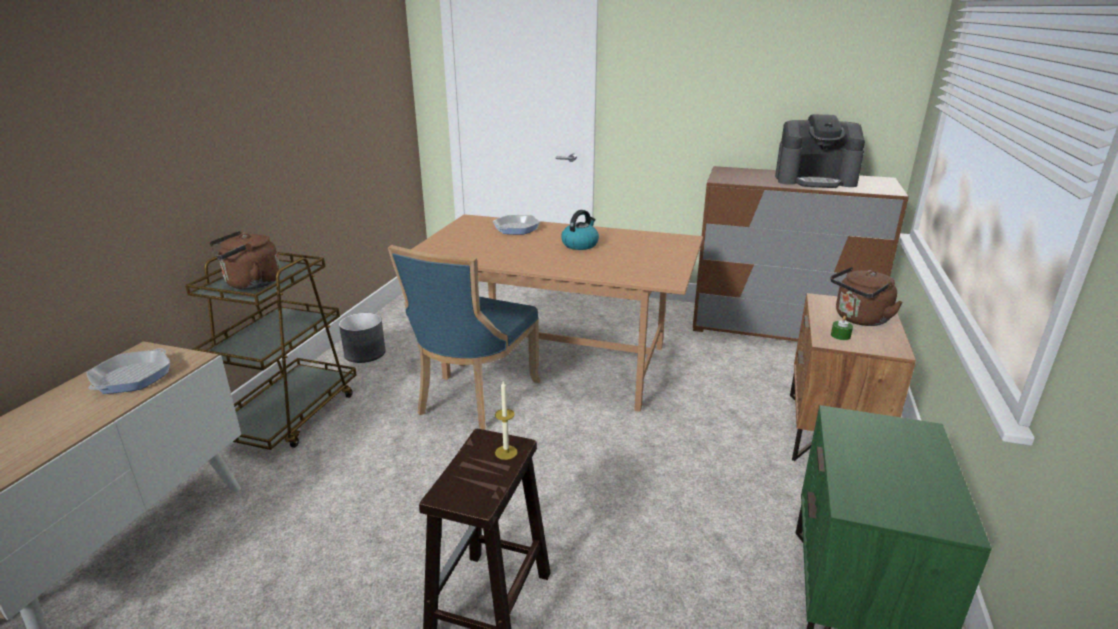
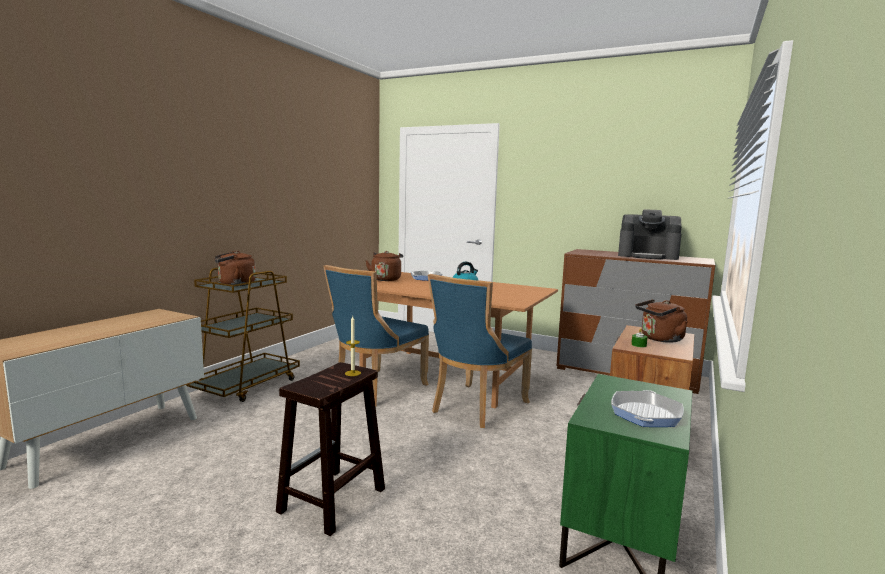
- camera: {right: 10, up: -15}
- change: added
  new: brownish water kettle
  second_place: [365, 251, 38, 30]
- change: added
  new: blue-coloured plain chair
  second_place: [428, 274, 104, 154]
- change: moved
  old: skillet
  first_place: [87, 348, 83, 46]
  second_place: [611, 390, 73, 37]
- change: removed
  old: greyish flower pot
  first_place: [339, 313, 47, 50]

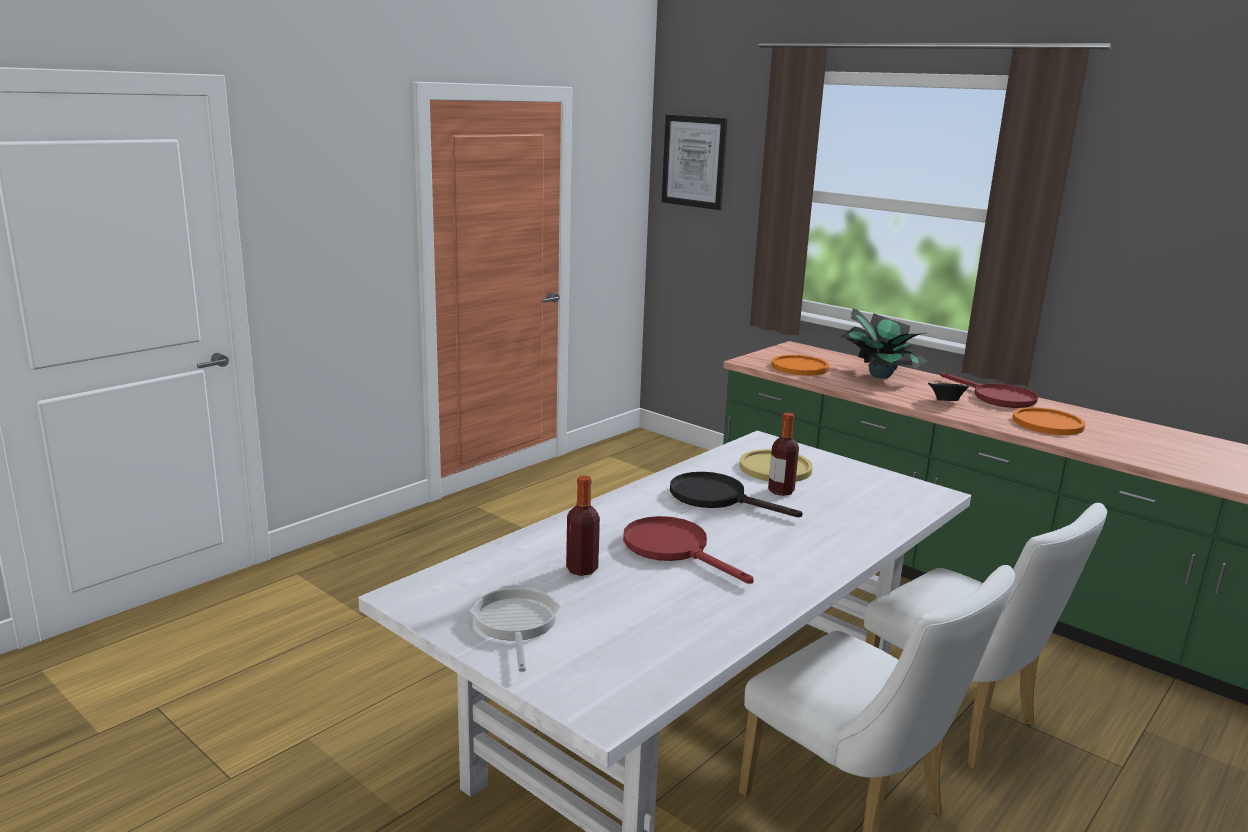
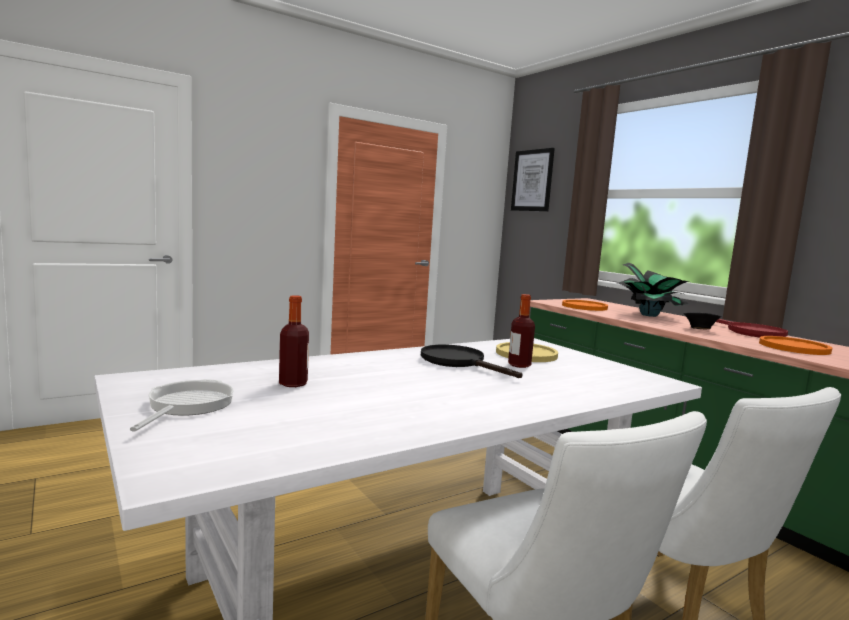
- camera: {right: 15, up: -10}
- change: removed
  old: red-coloured skillet
  first_place: [623, 516, 131, 68]

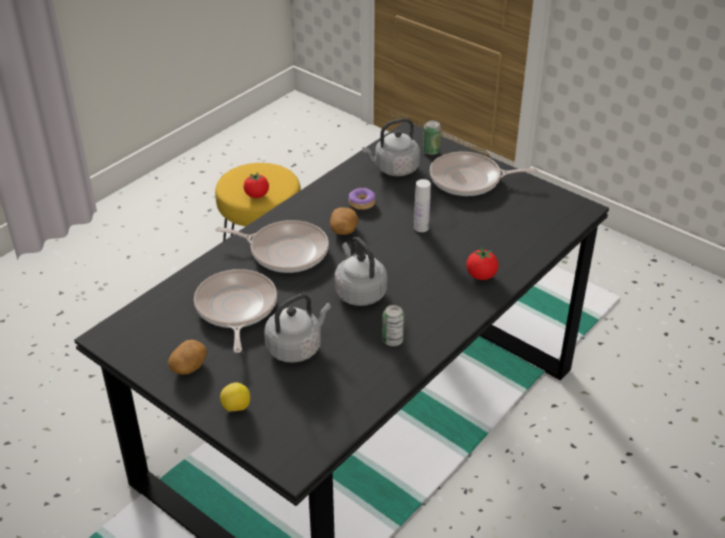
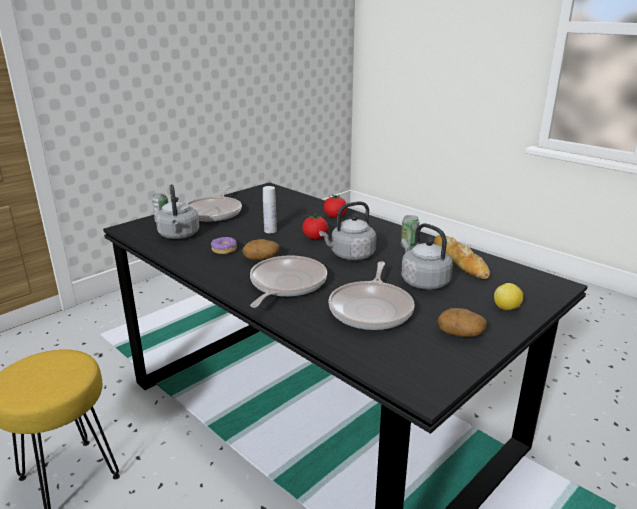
- camera: {right: -85, up: -15}
- change: moved
  old: fresh tomato
  first_place: [244, 172, 25, 26]
  second_place: [302, 213, 26, 27]
- change: turned
  old: skillet
  first_place: [194, 269, 83, 84]
  second_place: [328, 261, 87, 69]
  degrees: -75
- change: added
  new: bakery bread
  second_place: [434, 235, 56, 44]

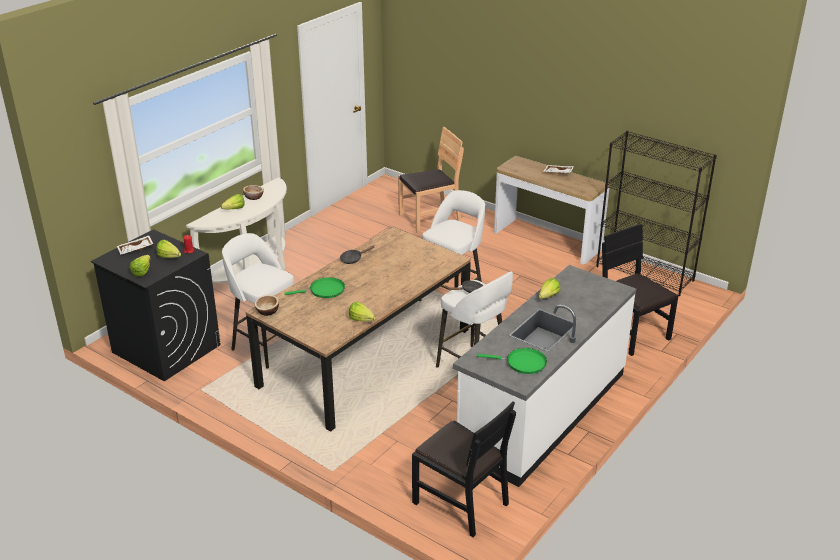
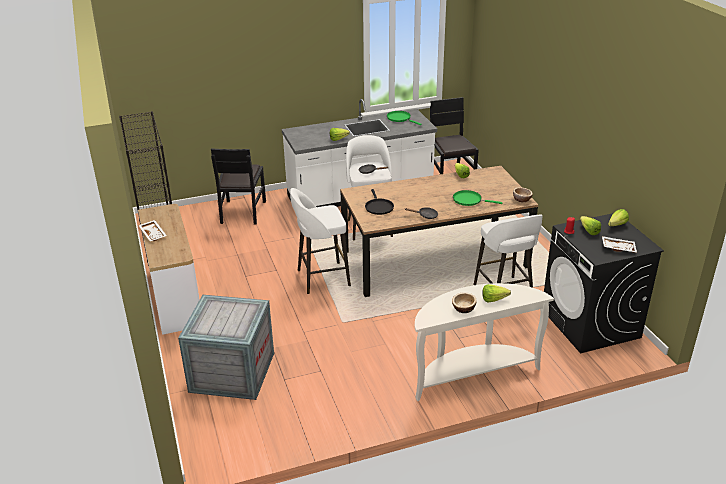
- camera: {right: -145, up: 0}
- change: replaced
  old: brownish plain chair
  new: packing crate
  first_place: [398, 127, 66, 106]
  second_place: [178, 295, 96, 105]
- change: added
  new: black-coloured skillet
  second_place: [365, 189, 29, 26]

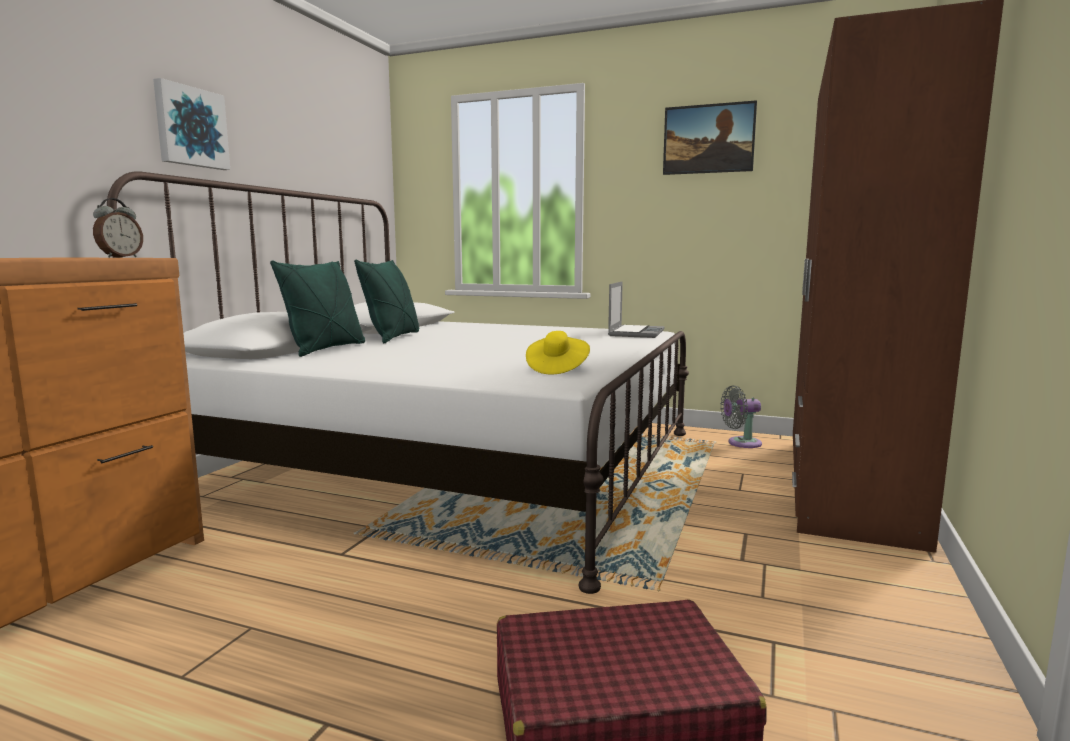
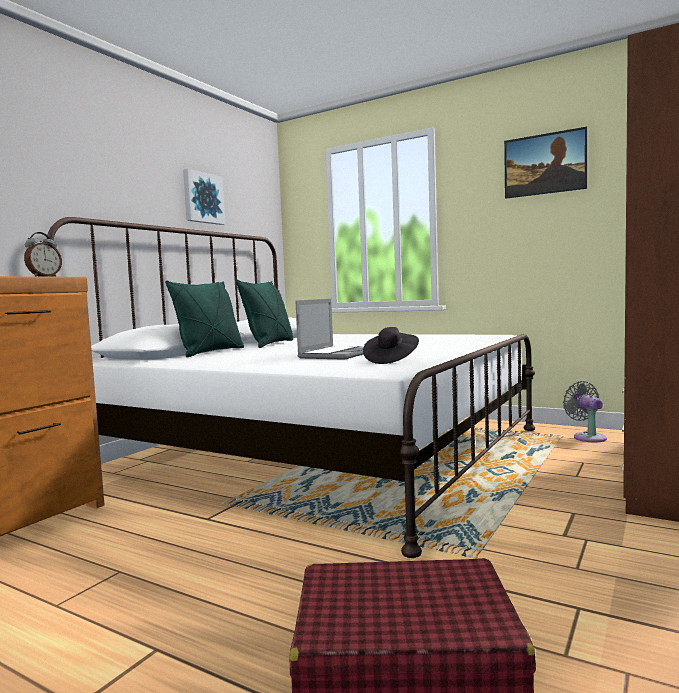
- camera: {right: 10, up: -5}
- change: moved
  old: wall art
  first_place: [153, 78, 77, 92]
  second_place: [183, 169, 42, 56]
- change: moved
  old: notebook computer
  first_place: [608, 281, 57, 57]
  second_place: [295, 299, 69, 61]
- change: recoloured
  old: yellow hat
  new: black-coloured hat
  first_place: [526, 331, 64, 43]
  second_place: [363, 327, 56, 37]
- change: turned
  old: greyish fan
  first_place: [720, 385, 42, 63]
  second_place: [563, 381, 44, 61]
  degrees: 75

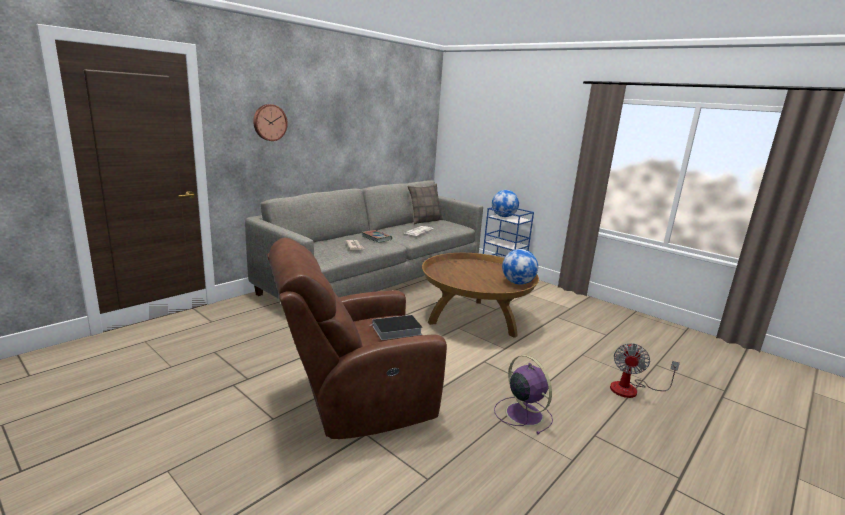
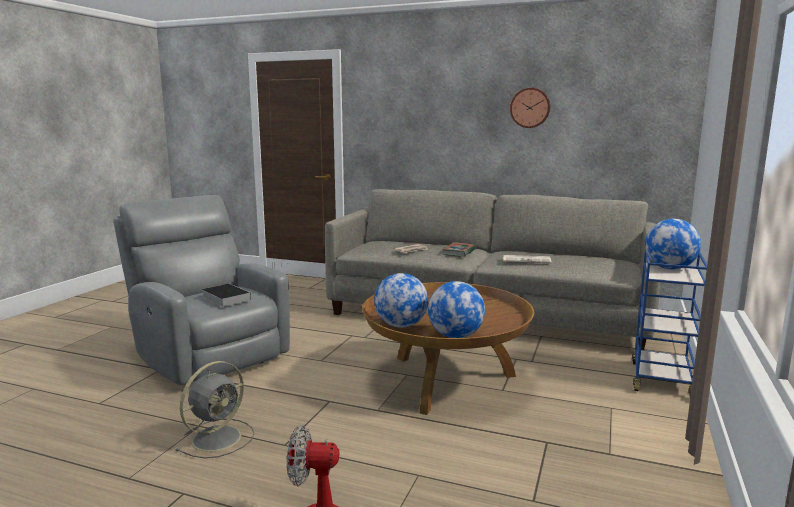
- camera: {right: 70, up: -5}
- change: recoloured
  old: brownish armchair
  new: greyish armchair
  first_place: [267, 238, 180, 201]
  second_place: [113, 195, 177, 190]
- change: recoloured
  old: purple fan
  new: greyish fan
  first_place: [494, 355, 59, 79]
  second_place: [175, 361, 80, 97]
- change: added
  new: desk globe
  second_place: [374, 273, 54, 55]
- change: moved
  old: clock on the wall
  first_place: [253, 104, 35, 37]
  second_place: [510, 88, 40, 40]
- change: removed
  old: pillow
  first_place: [407, 183, 36, 41]

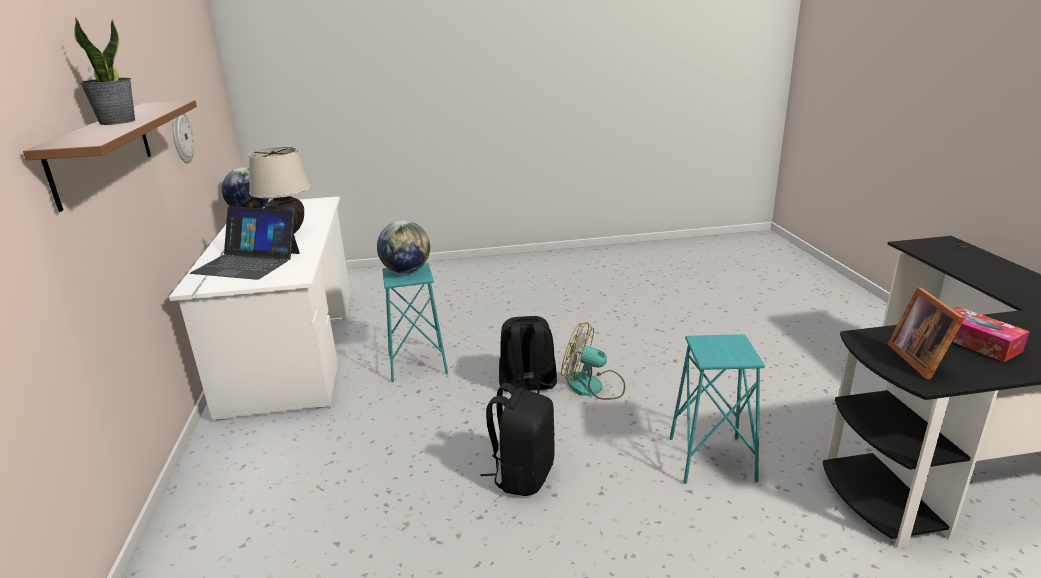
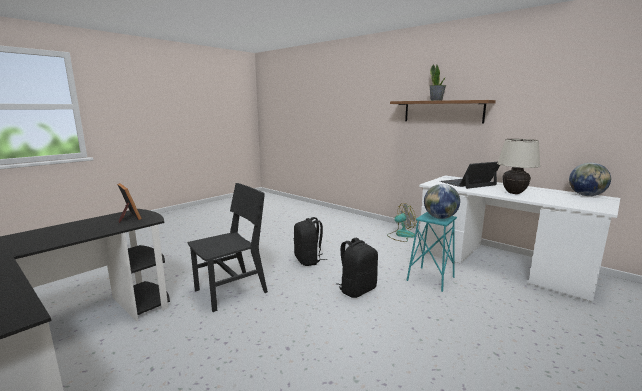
- camera: {right: 140, up: -10}
- change: replaced
  old: turquoise-coloured sitting stool
  new: black-coloured plain chair
  first_place: [670, 334, 95, 150]
  second_place: [188, 183, 80, 129]
- change: moved
  old: fan
  first_place: [561, 322, 64, 78]
  second_place: [387, 203, 29, 39]
- change: removed
  old: clock on the wall
  first_place: [172, 113, 22, 51]
- change: removed
  old: tissue box
  first_place: [952, 307, 78, 55]

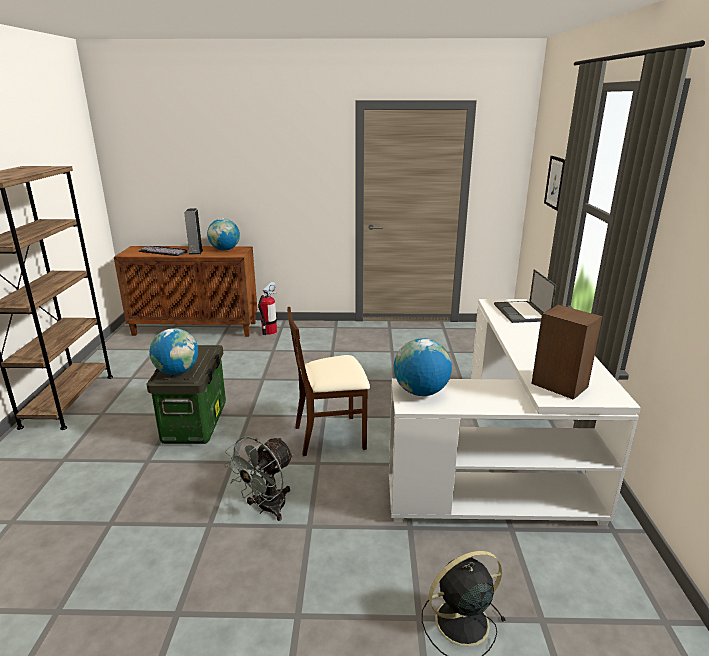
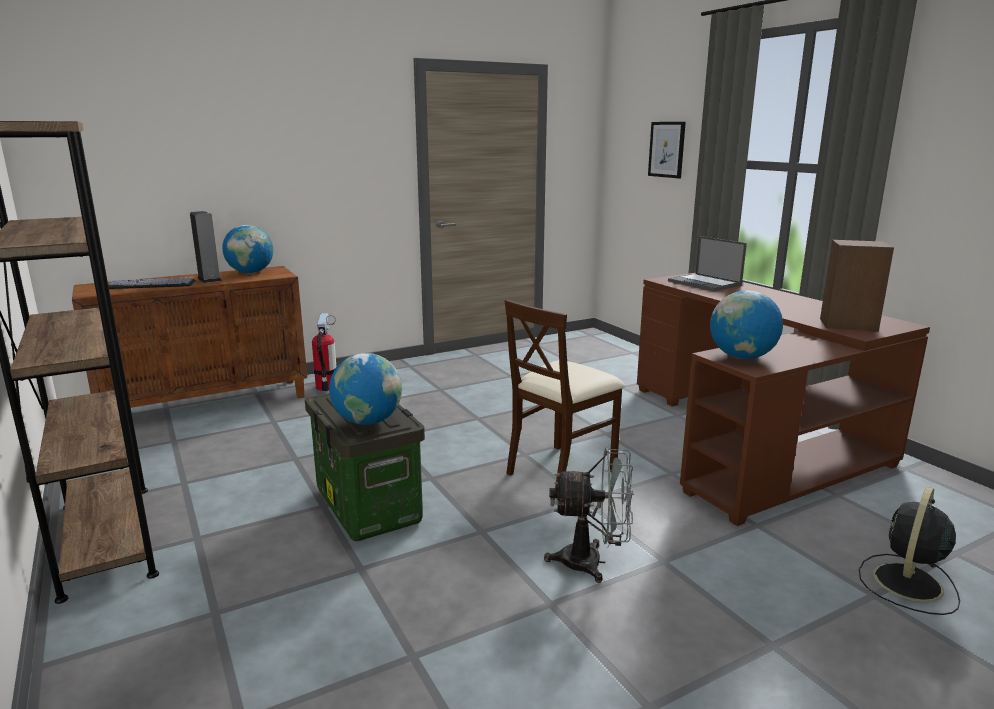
- camera: {right: -30, up: -5}
- change: turned
  old: greyish fan
  first_place: [224, 436, 70, 85]
  second_place: [544, 448, 90, 135]
  degrees: -90
- change: recoloured
  old: white desk
  new: brownish desk
  first_place: [389, 299, 252, 226]
  second_place: [637, 273, 293, 253]

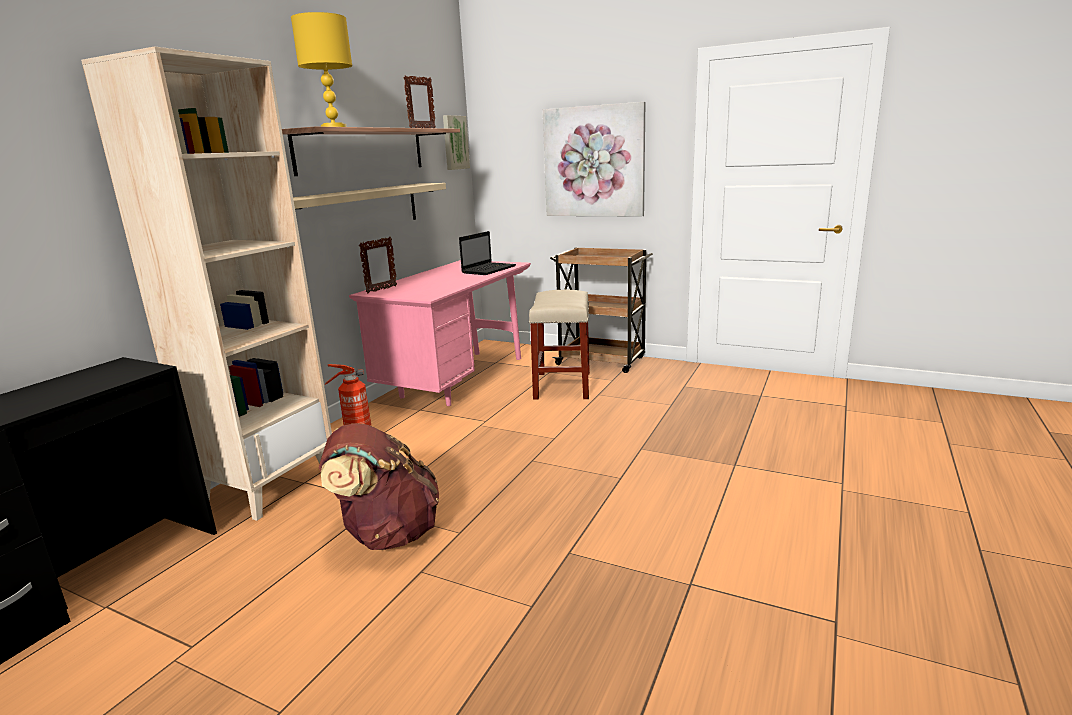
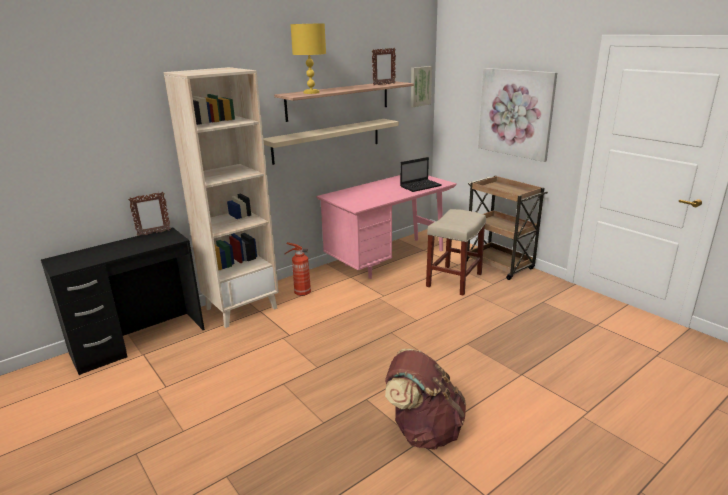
- camera: {right: 25, up: 5}
- change: moved
  old: picture frame
  first_place: [359, 237, 38, 56]
  second_place: [128, 192, 43, 44]
- change: moved
  old: brownish rucksack
  first_place: [319, 423, 120, 127]
  second_place: [385, 349, 81, 101]

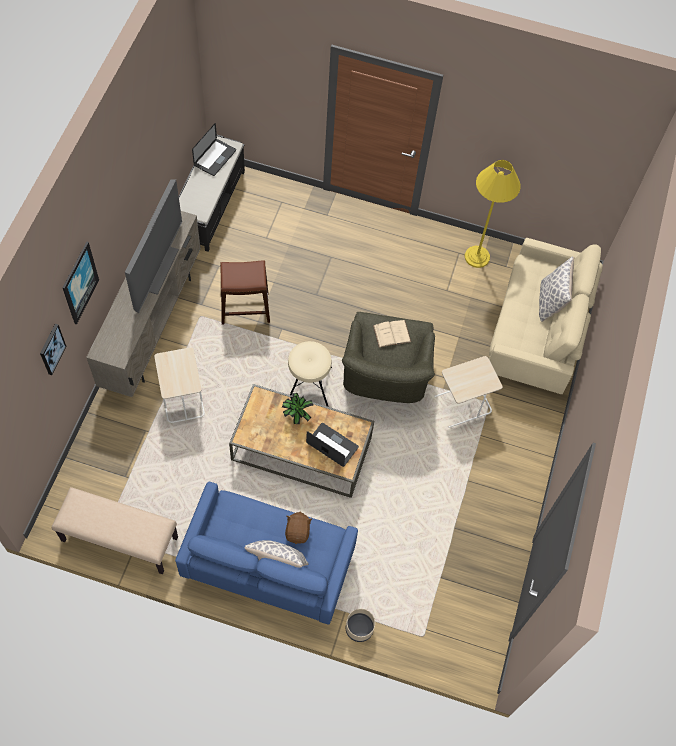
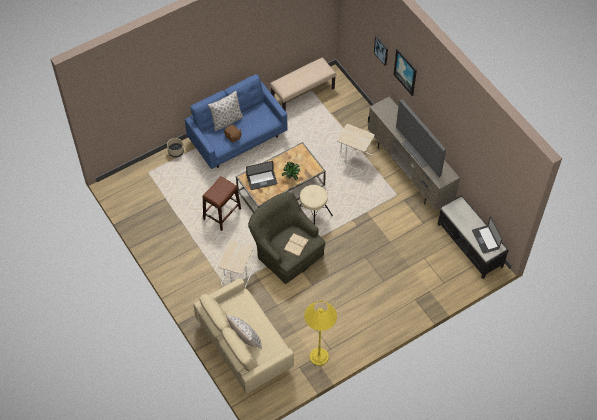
- camera: {right: 135, up: -5}
- change: moved
  old: brownish sitting stool
  first_place: [220, 260, 50, 64]
  second_place: [203, 176, 38, 55]

